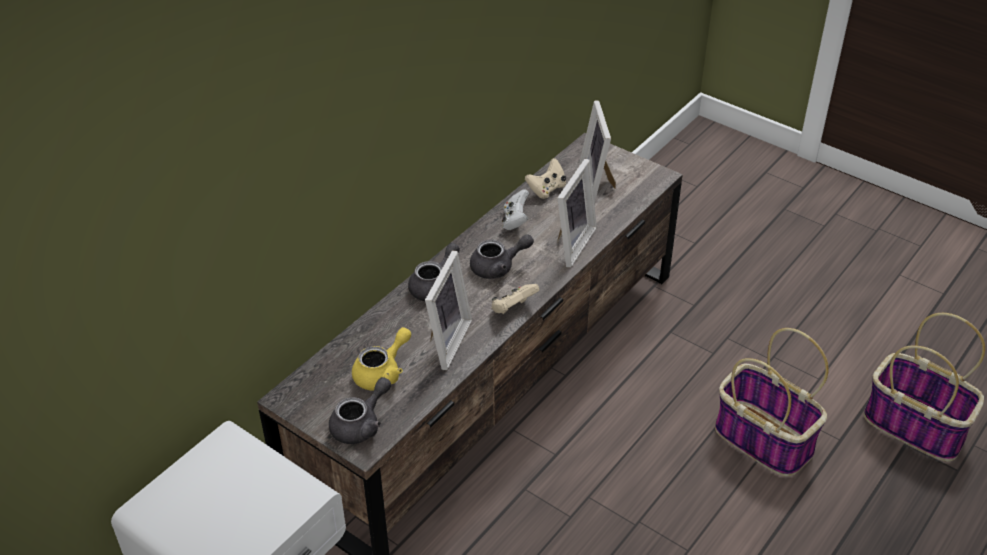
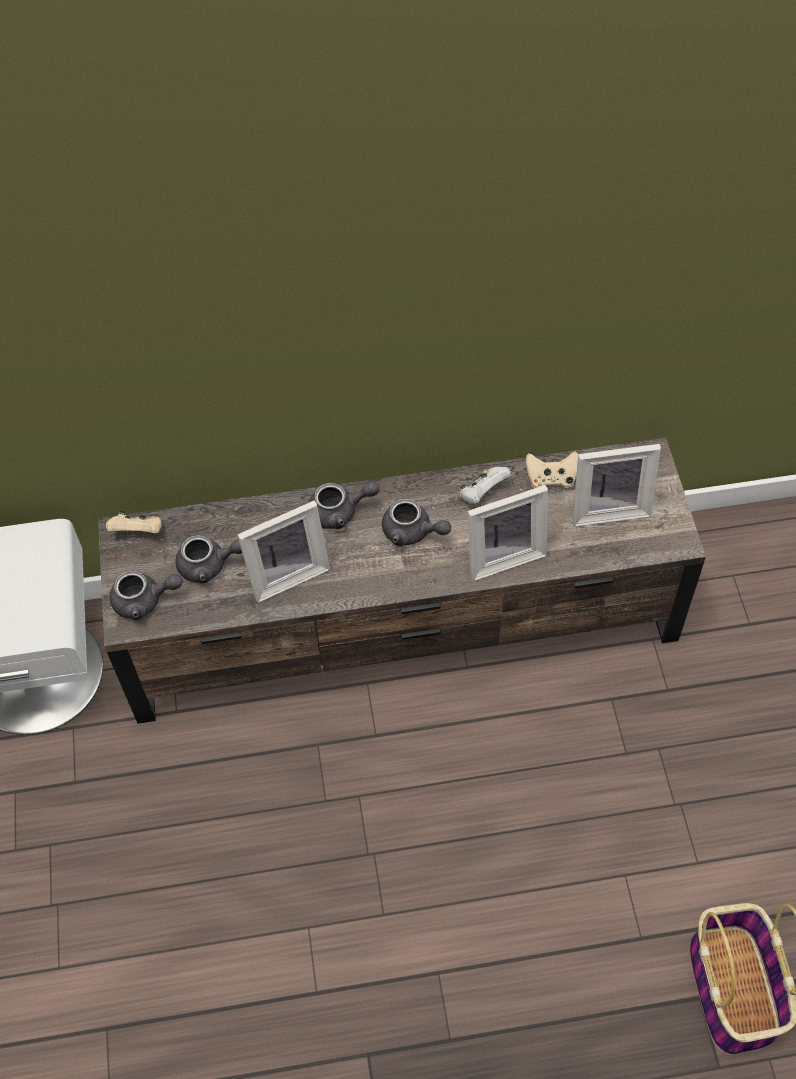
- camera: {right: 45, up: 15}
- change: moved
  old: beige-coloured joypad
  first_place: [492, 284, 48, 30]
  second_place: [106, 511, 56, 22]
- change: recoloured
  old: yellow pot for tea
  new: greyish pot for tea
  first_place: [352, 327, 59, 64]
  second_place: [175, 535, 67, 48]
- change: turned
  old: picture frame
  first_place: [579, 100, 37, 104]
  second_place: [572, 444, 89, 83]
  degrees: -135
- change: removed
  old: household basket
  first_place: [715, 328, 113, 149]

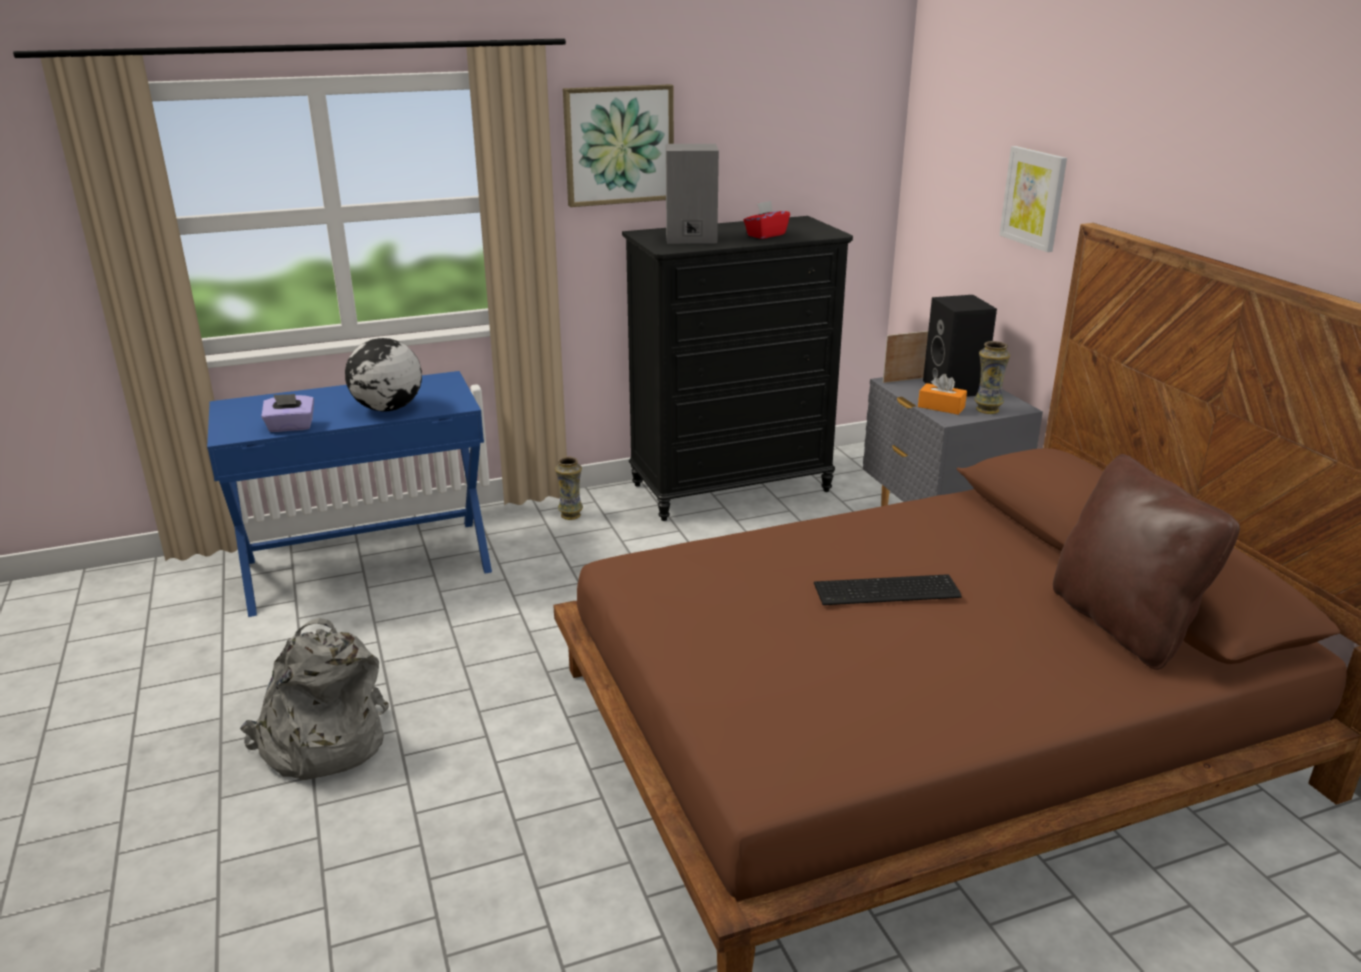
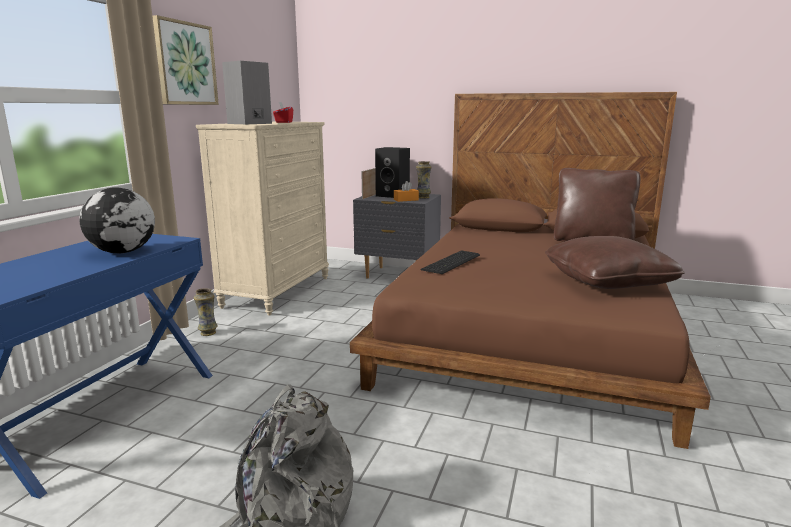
- camera: {right: -50, up: -10}
- change: recoloured
  old: black-coloured chest of drawers
  new: beige-coloured chest of drawers
  first_place: [622, 216, 231, 305]
  second_place: [196, 122, 133, 194]
- change: moved
  old: PC keyboard
  first_place: [814, 574, 148, 31]
  second_place: [420, 251, 60, 23]
- change: added
  new: brownish pillow
  second_place: [545, 236, 140, 53]
- change: removed
  old: purple tissue box
  first_place: [261, 394, 53, 38]
- change: removed
  old: wall art
  first_place: [999, 146, 68, 106]

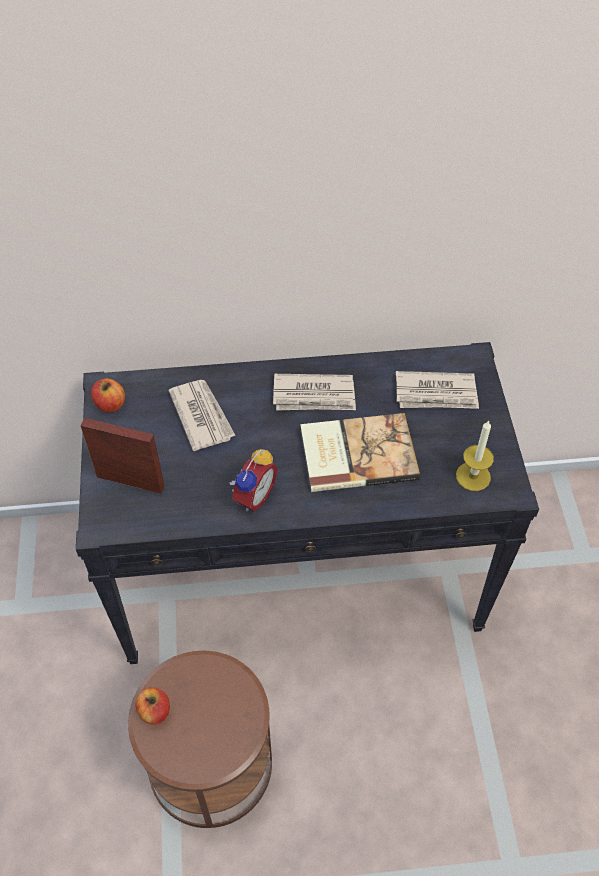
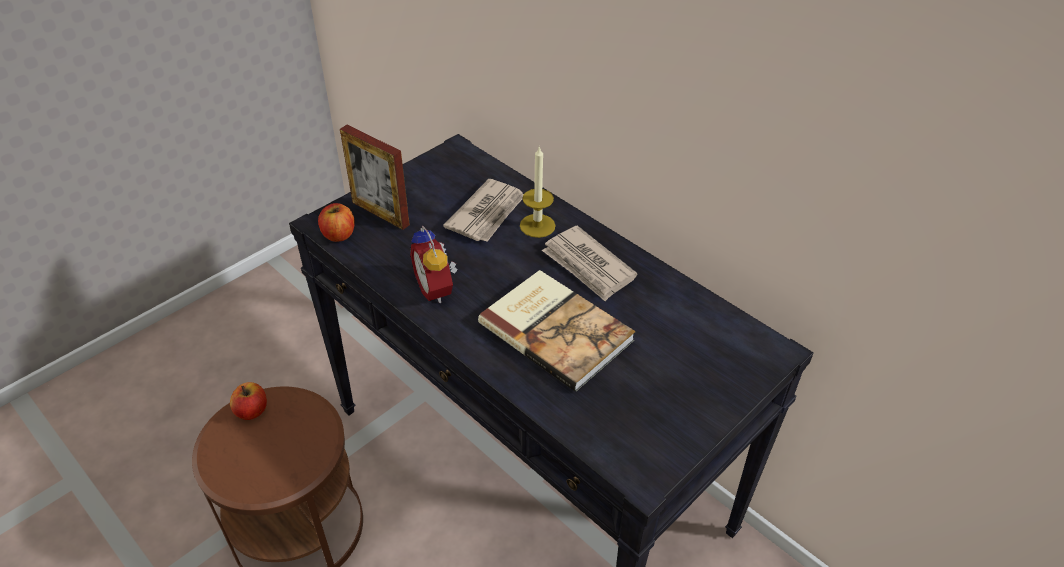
- camera: {right: 50, up: -10}
- change: moved
  old: apple fruit
  first_place: [91, 379, 34, 33]
  second_place: [318, 203, 37, 39]
- change: turned
  old: picture frame
  first_place: [80, 418, 85, 76]
  second_place: [340, 125, 70, 105]
  degrees: 150
- change: turned
  old: bedside clock
  first_place: [229, 449, 49, 63]
  second_place: [410, 225, 47, 78]
  degrees: 75
- change: moved
  old: wax light
  first_place: [456, 420, 38, 71]
  second_place: [520, 146, 36, 92]
- change: removed
  old: newspaper
  first_place: [396, 371, 83, 38]

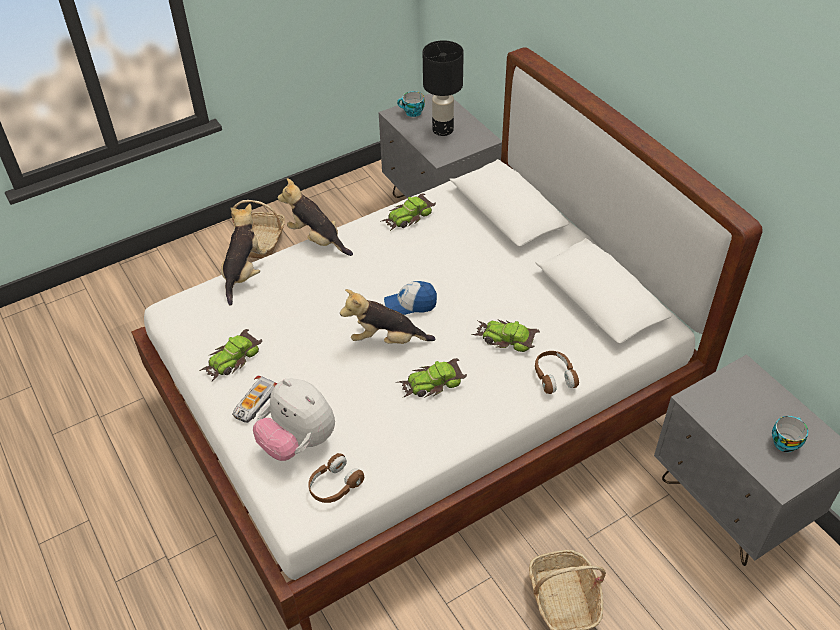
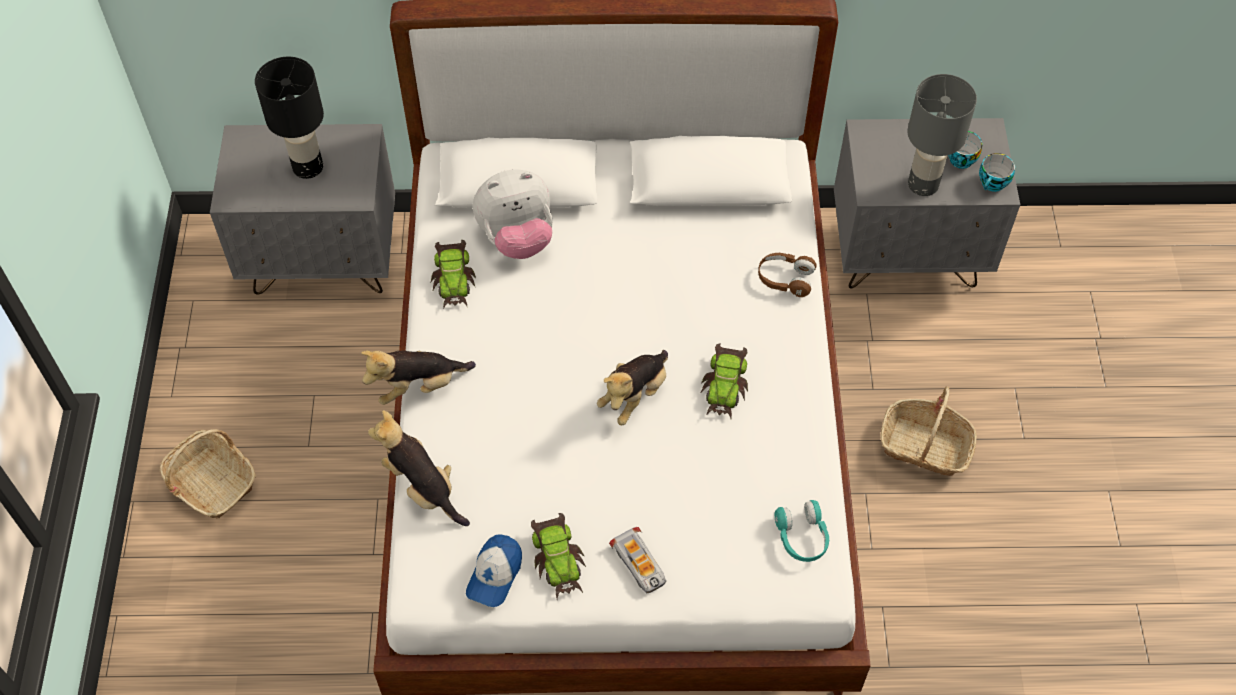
- camera: {right: -60, up: 10}
- change: moved
  old: cap
  first_place: [384, 281, 53, 34]
  second_place: [466, 534, 56, 73]
- change: moved
  old: cuddly toy
  first_place: [253, 379, 82, 82]
  second_place: [473, 170, 80, 89]
- change: recoloured
  old: brownish headphones
  new: turquoise-coloured headphones
  first_place: [308, 453, 56, 50]
  second_place: [775, 500, 54, 62]
- change: added
  new: greyish tabletop lamp
  second_place: [907, 74, 70, 122]
- change: moved
  old: small cup
  first_place: [397, 91, 28, 26]
  second_place: [979, 153, 36, 39]
- change: removed
  old: miniature car
  first_place: [472, 319, 68, 33]

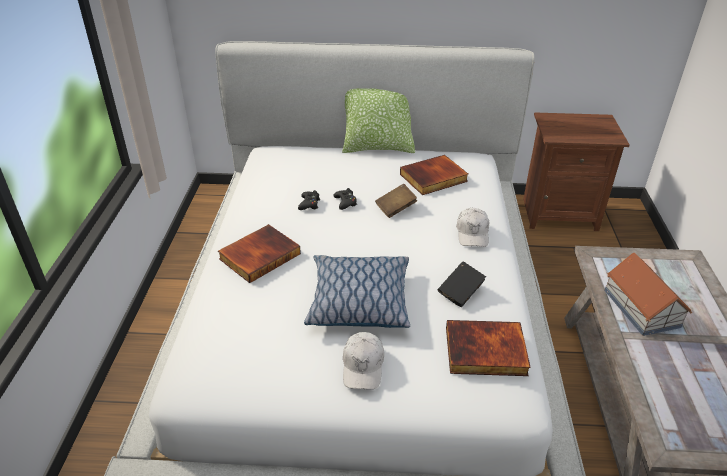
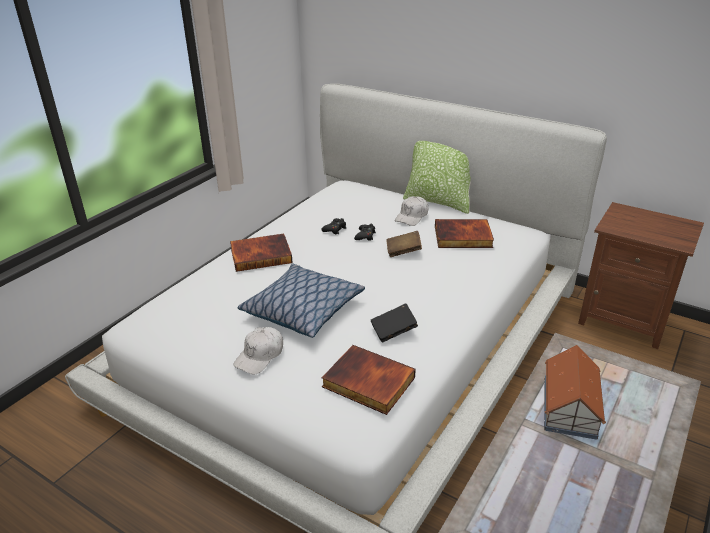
- camera: {right: 30, up: -5}
- change: moved
  old: white cap
  first_place: [456, 208, 33, 39]
  second_place: [395, 196, 33, 30]

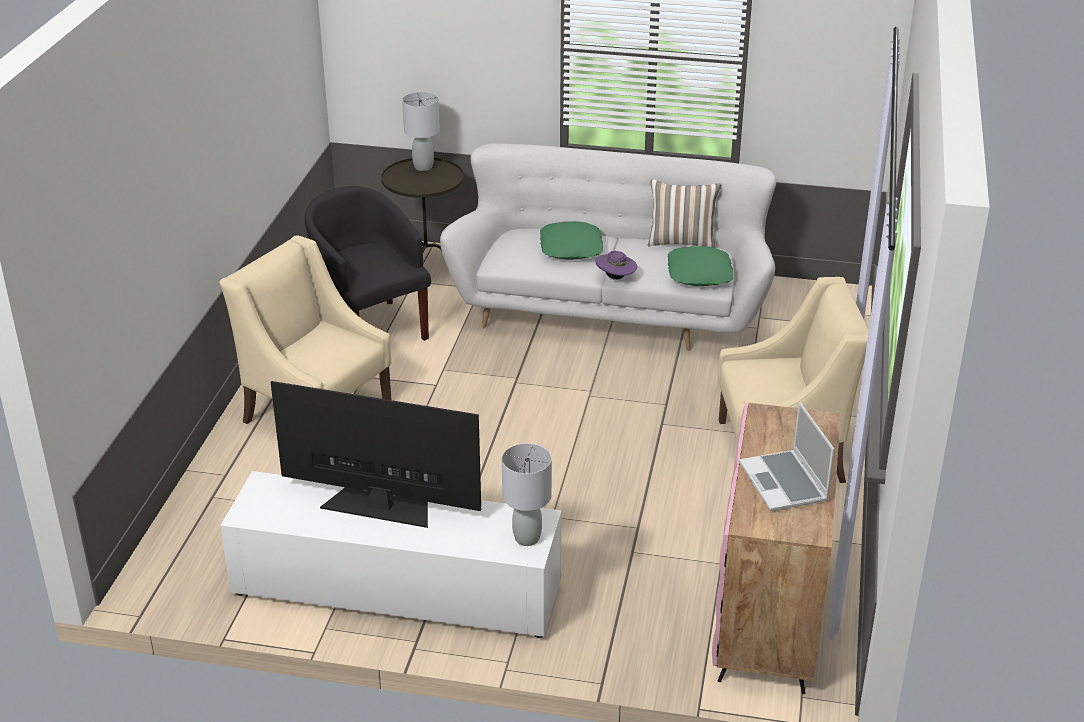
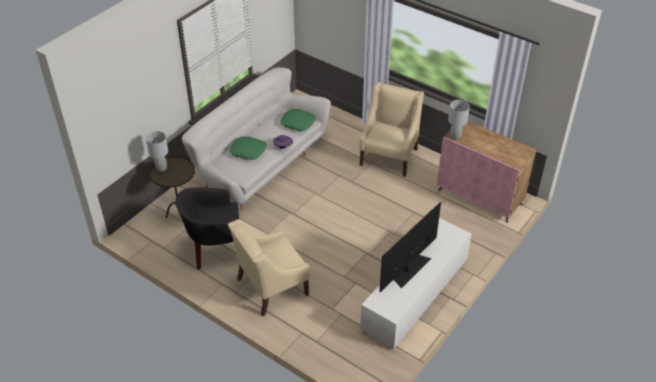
- camera: {right: -65, up: 10}
- change: moved
  old: greyish tabletop lamp
  first_place: [502, 443, 50, 103]
  second_place: [448, 100, 22, 40]
- change: removed
  old: pillow
  first_place: [648, 179, 74, 69]
- change: removed
  old: notebook computer
  first_place: [739, 402, 95, 109]

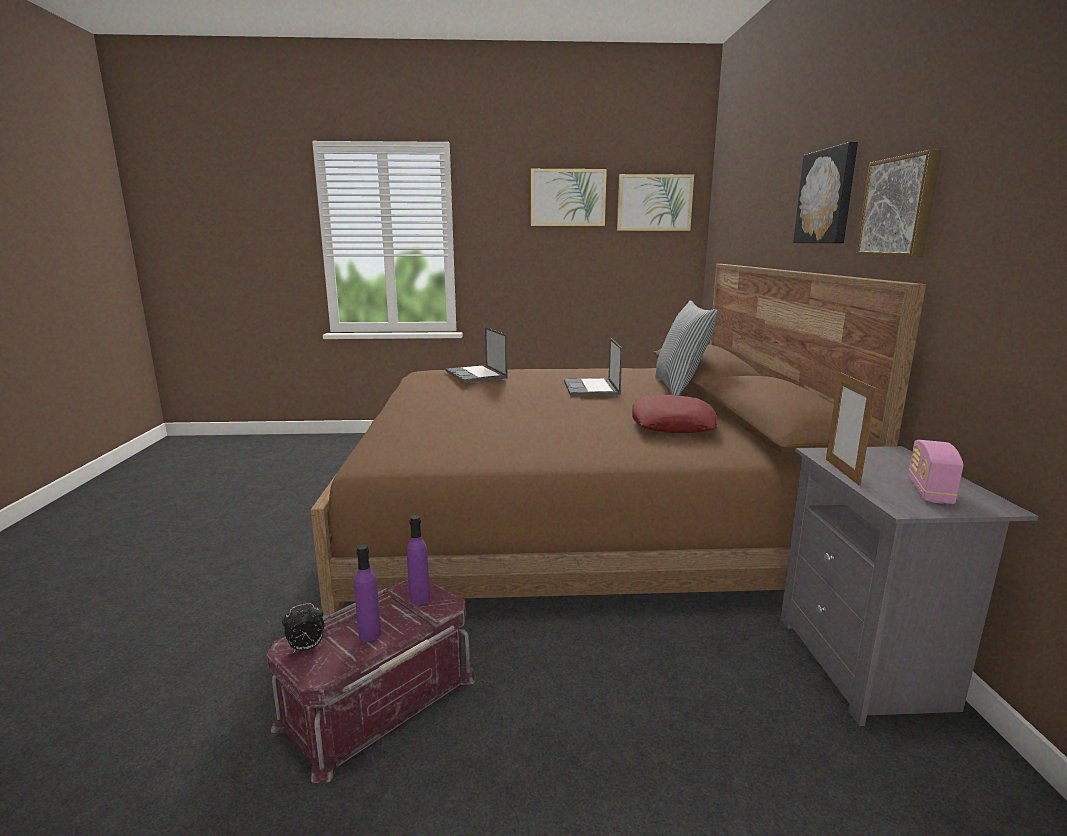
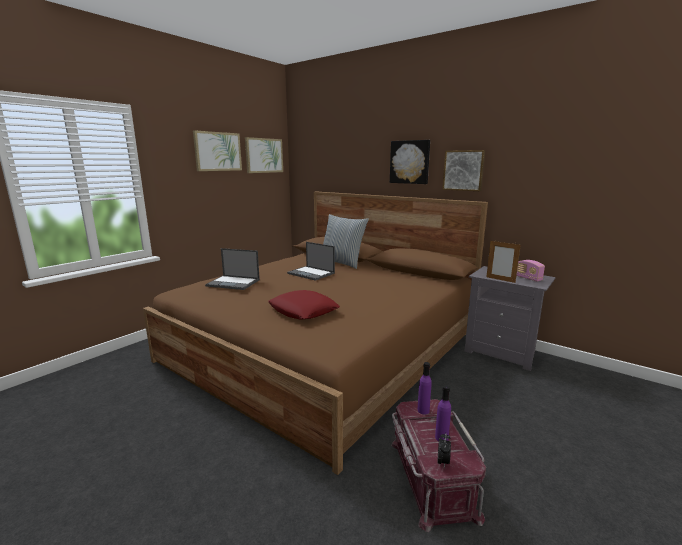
- camera: {right: -50, up: 0}
- change: moved
  old: red-coloured pillow
  first_place: [632, 395, 85, 38]
  second_place: [268, 290, 72, 30]

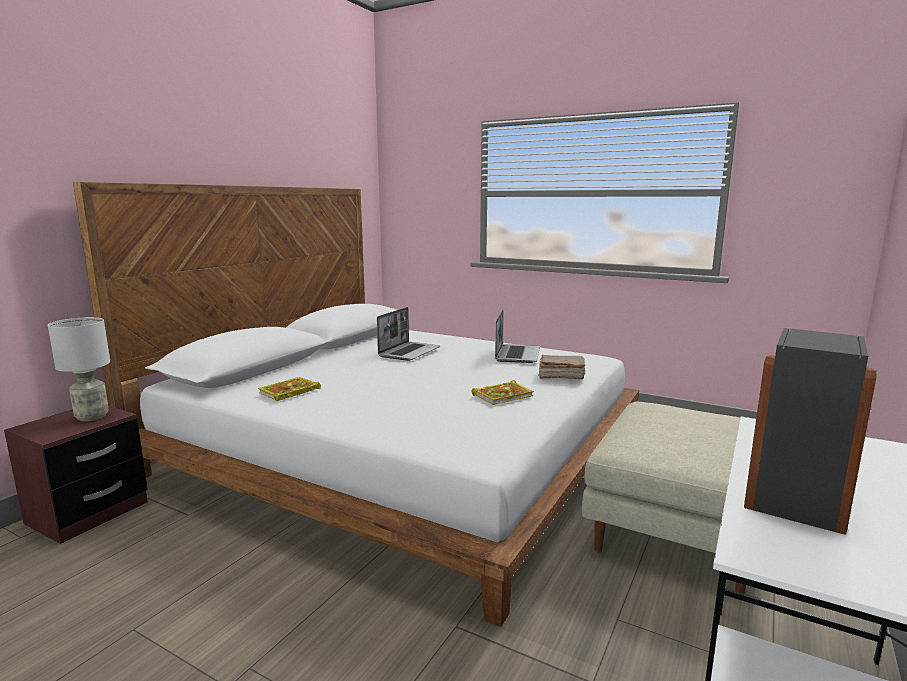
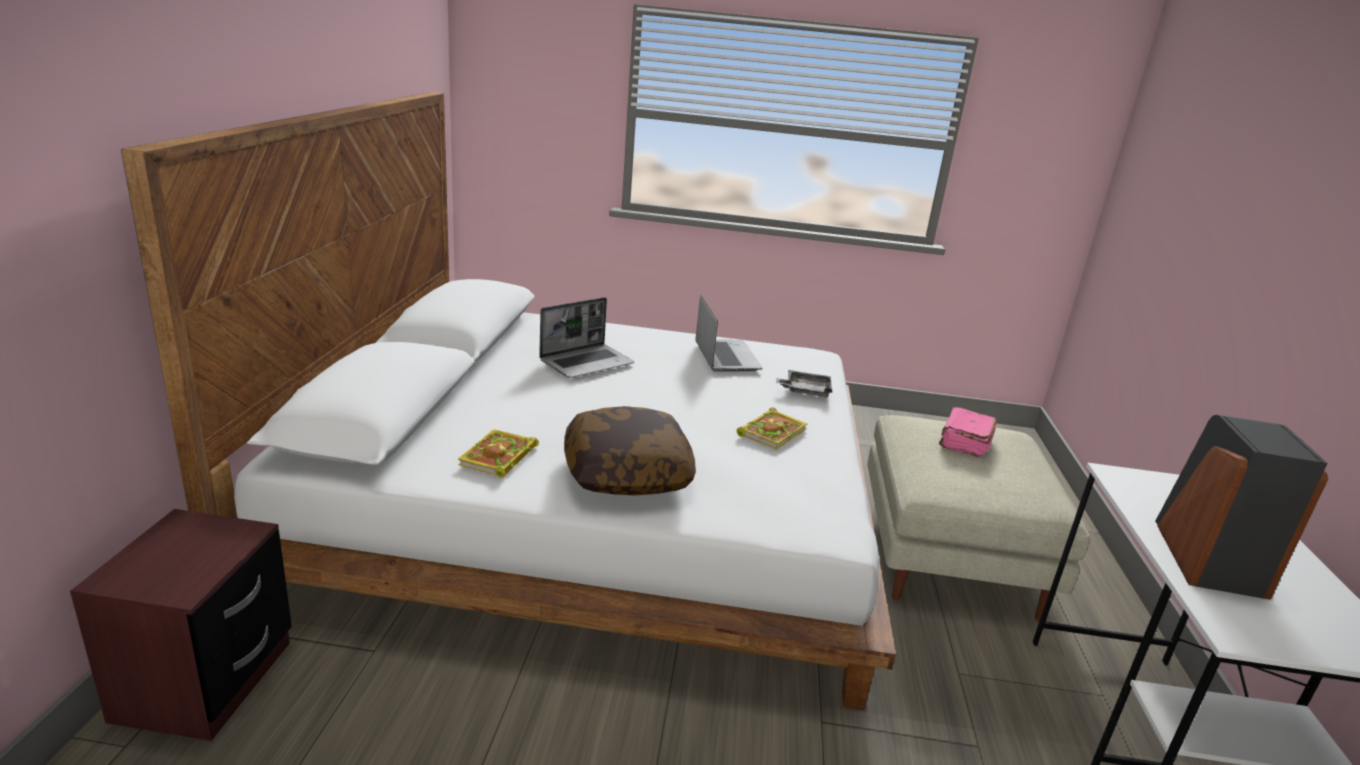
- camera: {right: -25, up: 10}
- change: turned
  old: notebook computer
  first_place: [377, 307, 63, 54]
  second_place: [539, 297, 95, 81]
  degrees: 45
- change: added
  new: pillow
  second_place: [564, 406, 132, 89]
- change: replaced
  old: brownish bound book
  new: greyish tray
  first_place: [539, 355, 46, 24]
  second_place: [776, 370, 56, 28]
- change: added
  new: pink-coloured bound book
  second_place: [939, 407, 58, 51]
- change: removed
  old: greyish tabletop lamp
  first_place: [48, 317, 62, 105]

